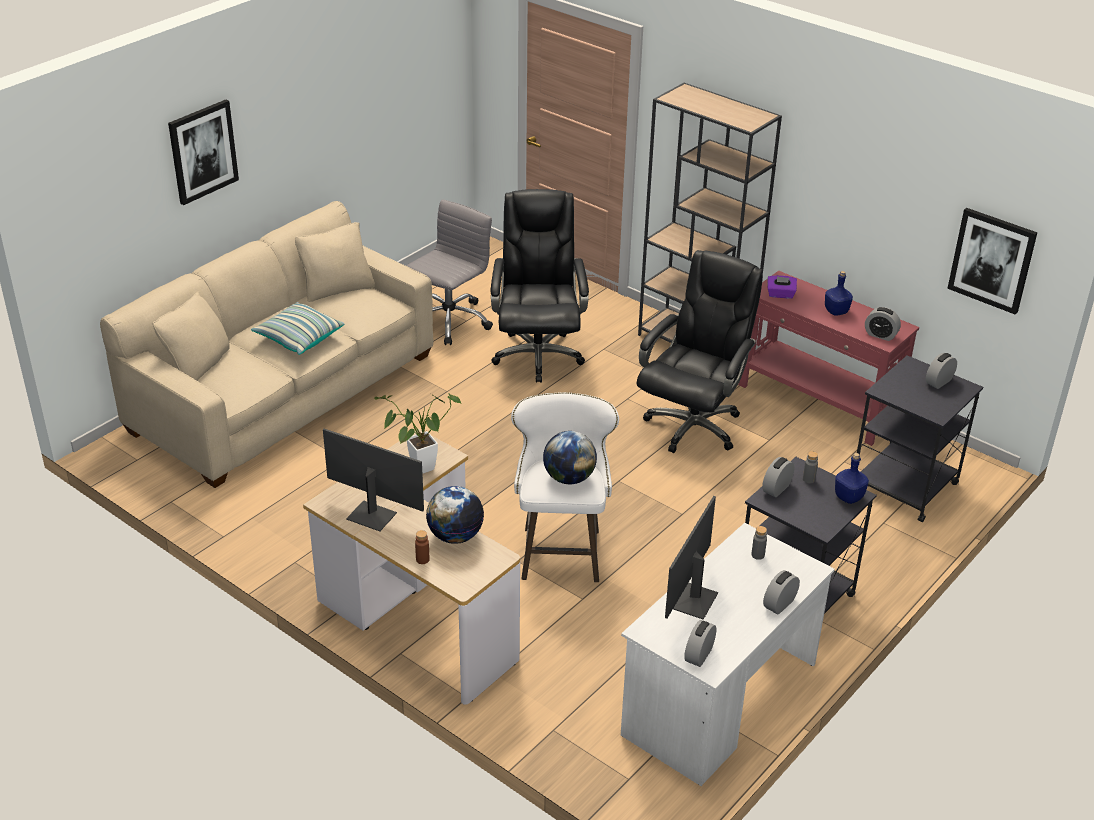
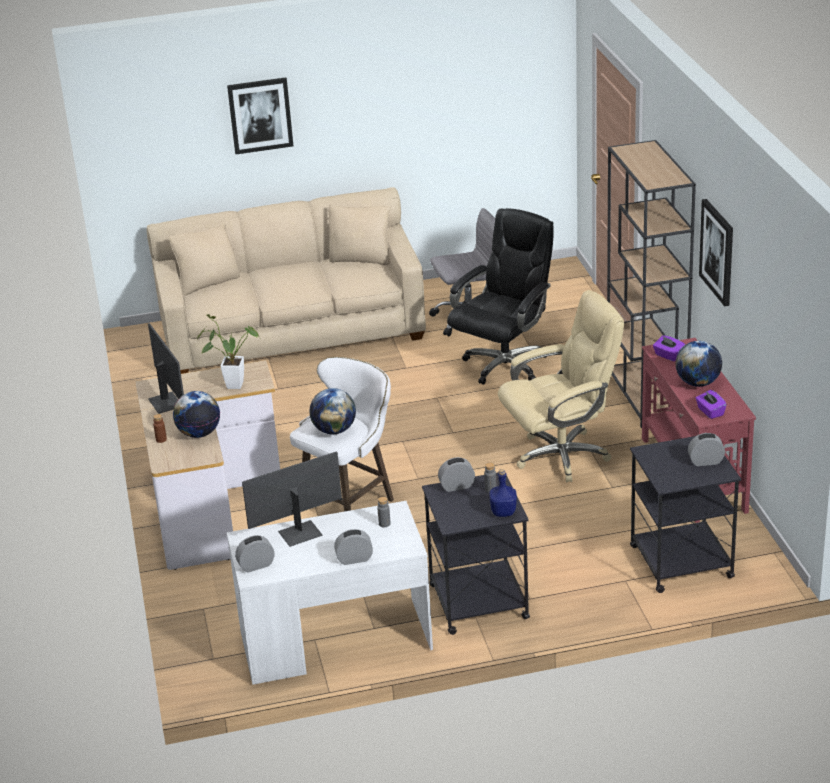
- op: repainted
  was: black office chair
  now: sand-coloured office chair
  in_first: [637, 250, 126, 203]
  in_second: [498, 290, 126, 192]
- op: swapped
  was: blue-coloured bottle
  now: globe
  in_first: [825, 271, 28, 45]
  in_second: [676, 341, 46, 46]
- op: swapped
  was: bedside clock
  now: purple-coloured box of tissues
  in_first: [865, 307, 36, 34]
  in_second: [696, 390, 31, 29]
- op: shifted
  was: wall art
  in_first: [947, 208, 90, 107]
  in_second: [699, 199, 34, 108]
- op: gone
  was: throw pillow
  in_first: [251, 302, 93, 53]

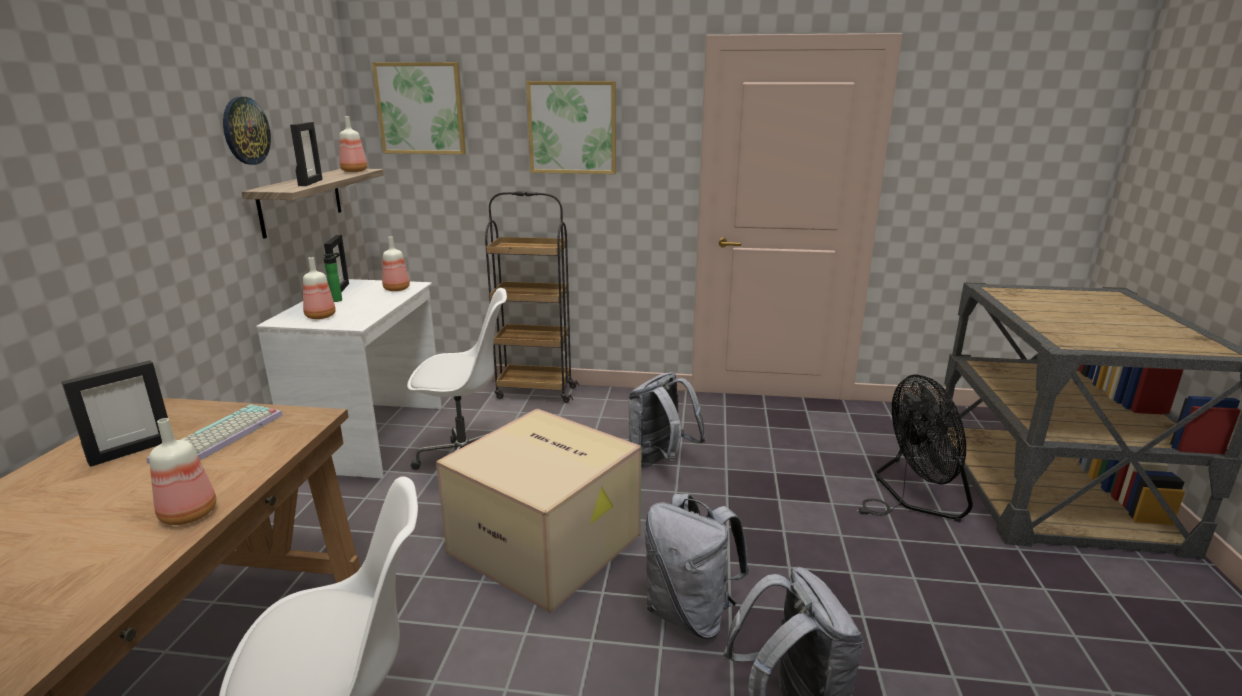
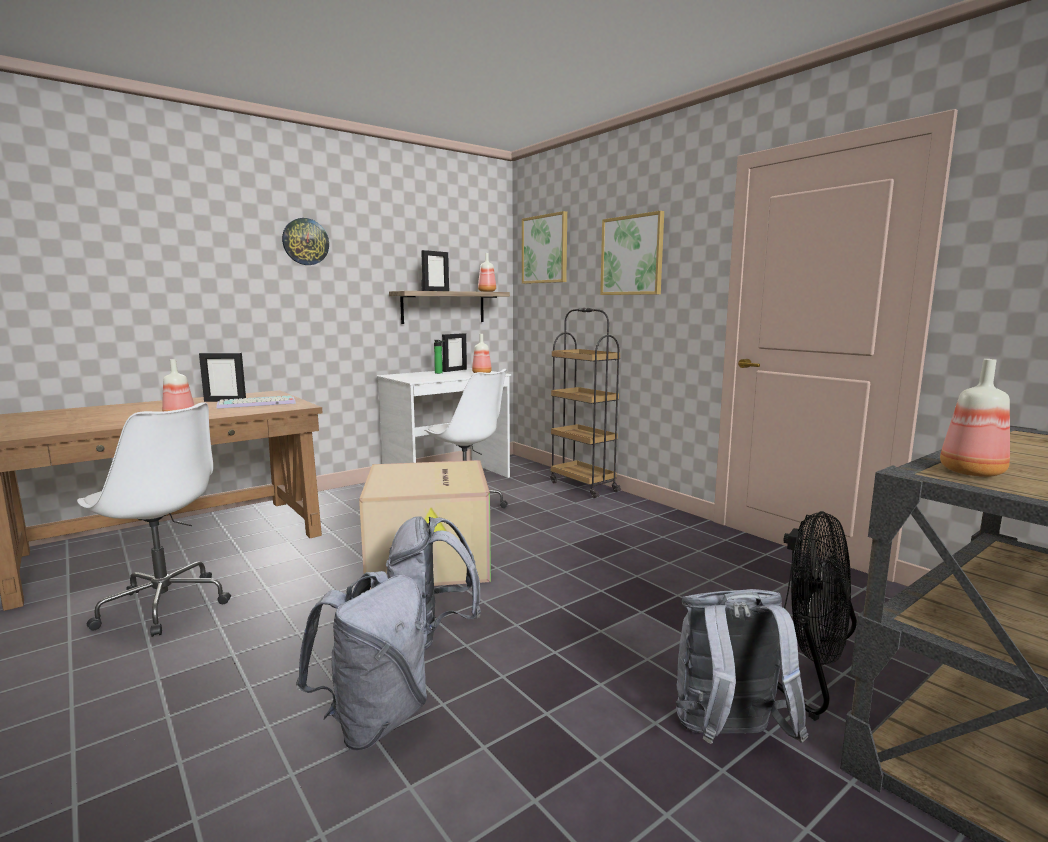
- op: shifted
  was: wall clock
  in_first: [223, 97, 48, 68]
  in_second: [282, 218, 47, 47]
- op: shifted
  was: grey backpack
  in_first: [629, 372, 77, 95]
  in_second: [676, 589, 132, 155]
- op: shifted
  was: bottle
  in_first: [303, 257, 33, 62]
  in_second: [940, 359, 70, 118]

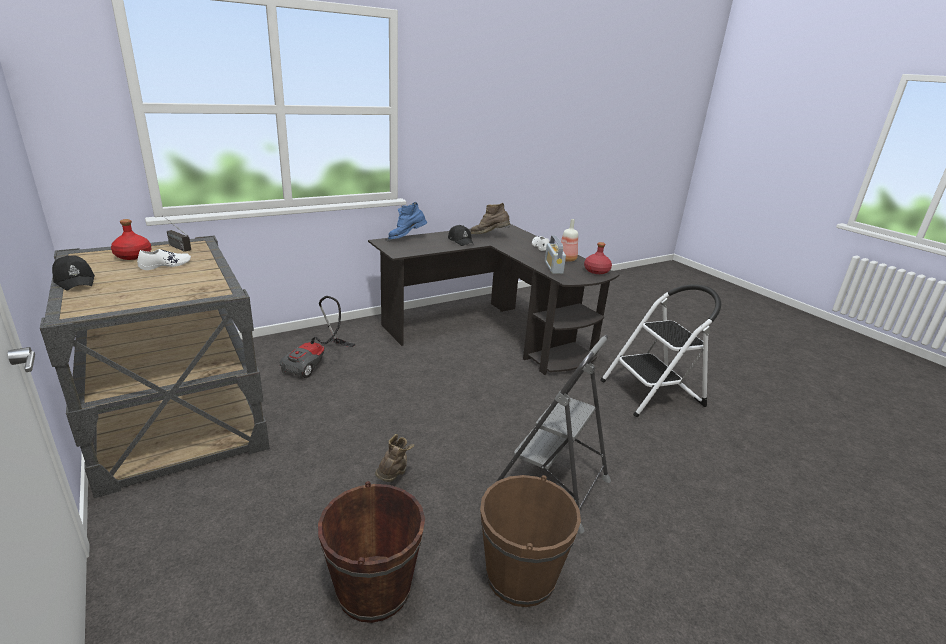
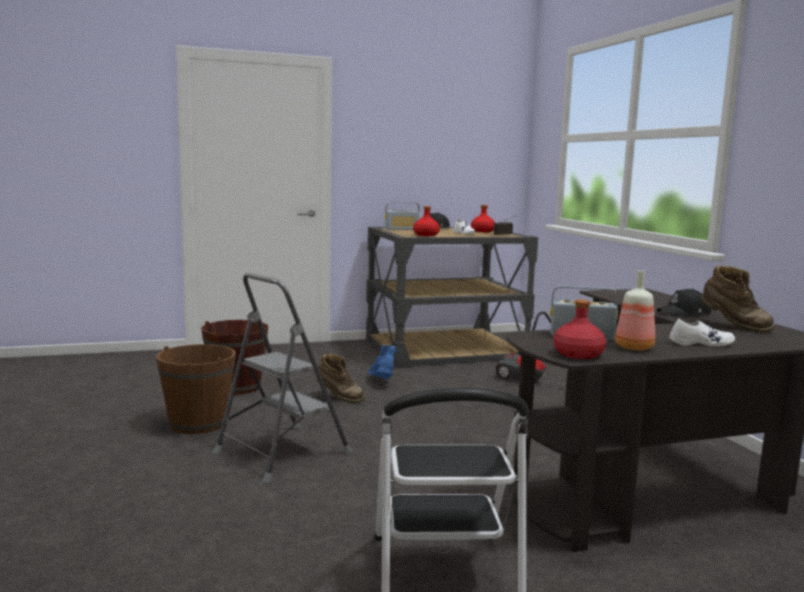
- op: shifted
  was: blue-coloured tall boot
  in_first: [388, 202, 39, 37]
  in_second: [368, 344, 30, 35]
- op: new
  now: radio receiver
  in_second: [385, 202, 35, 28]
- op: new
  now: red-coloured bottle
  in_second: [413, 206, 27, 30]
- op: rotated
  was: brown tall boot
  in_first: [471, 203, 39, 31]
  in_second: [701, 265, 74, 68]
  clockwise: 120

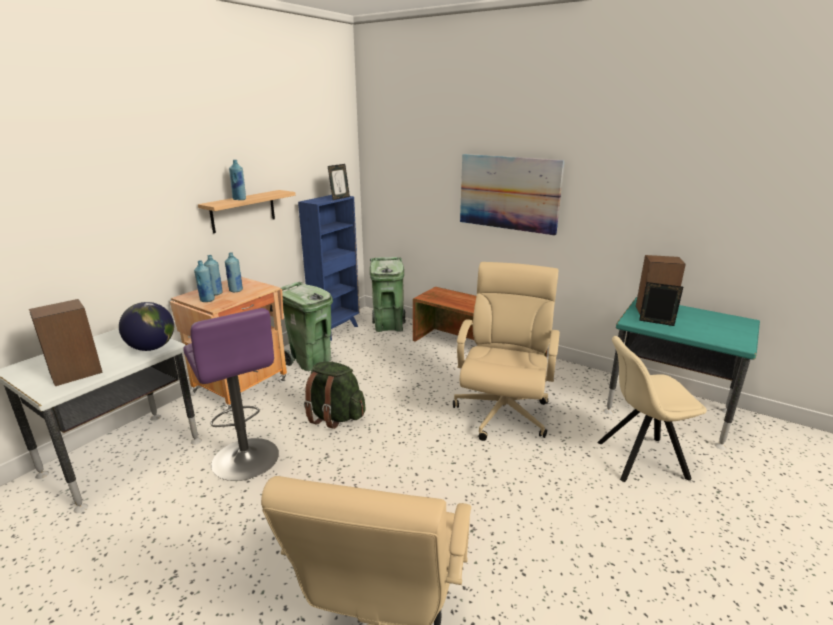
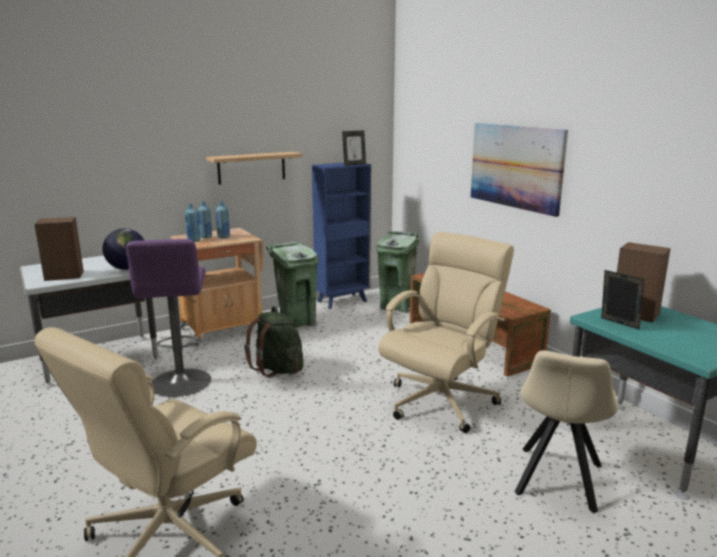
- op: rotated
  was: sand-coloured plain chair
  in_first: [597, 336, 110, 146]
  in_second: [514, 350, 104, 163]
  clockwise: -90
- op: gone
  was: blue-coloured bottle
  in_first: [229, 160, 17, 40]

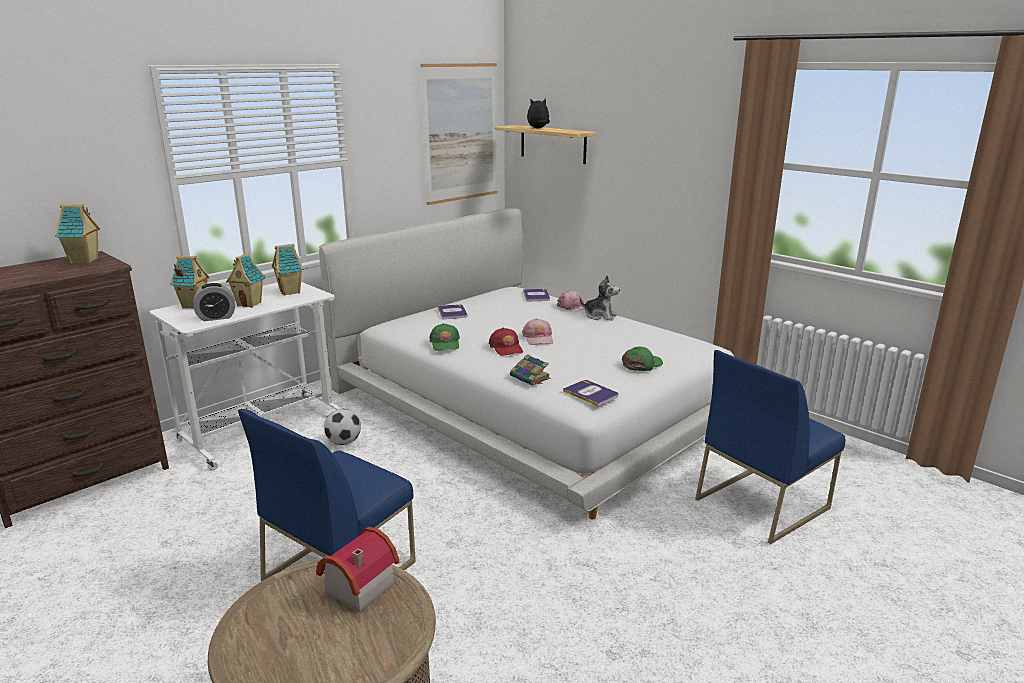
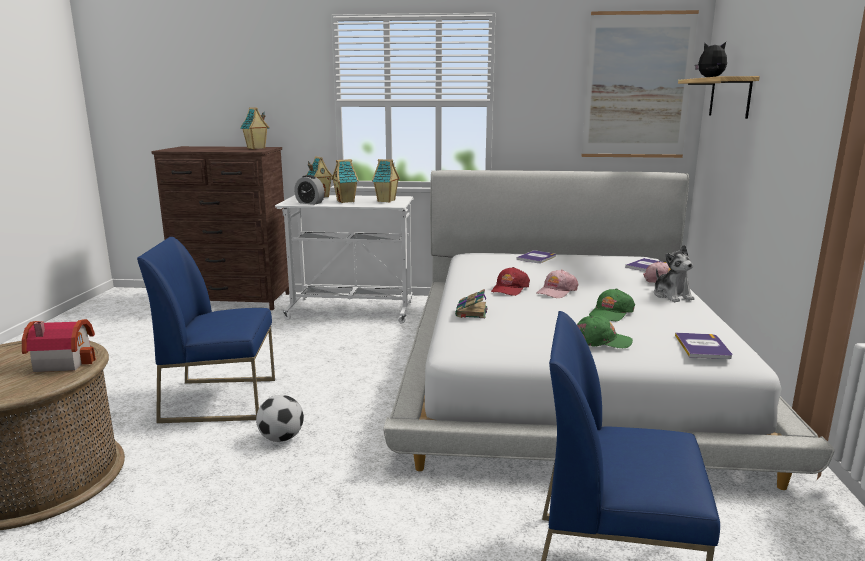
- op: shifted
  was: ball for football
  in_first: [324, 409, 37, 36]
  in_second: [256, 395, 48, 47]
- op: shifted
  was: green peaked cap
  in_first: [429, 323, 31, 27]
  in_second: [589, 288, 46, 33]
- op: shifted
  was: book
  in_first: [563, 380, 56, 26]
  in_second: [675, 333, 57, 26]

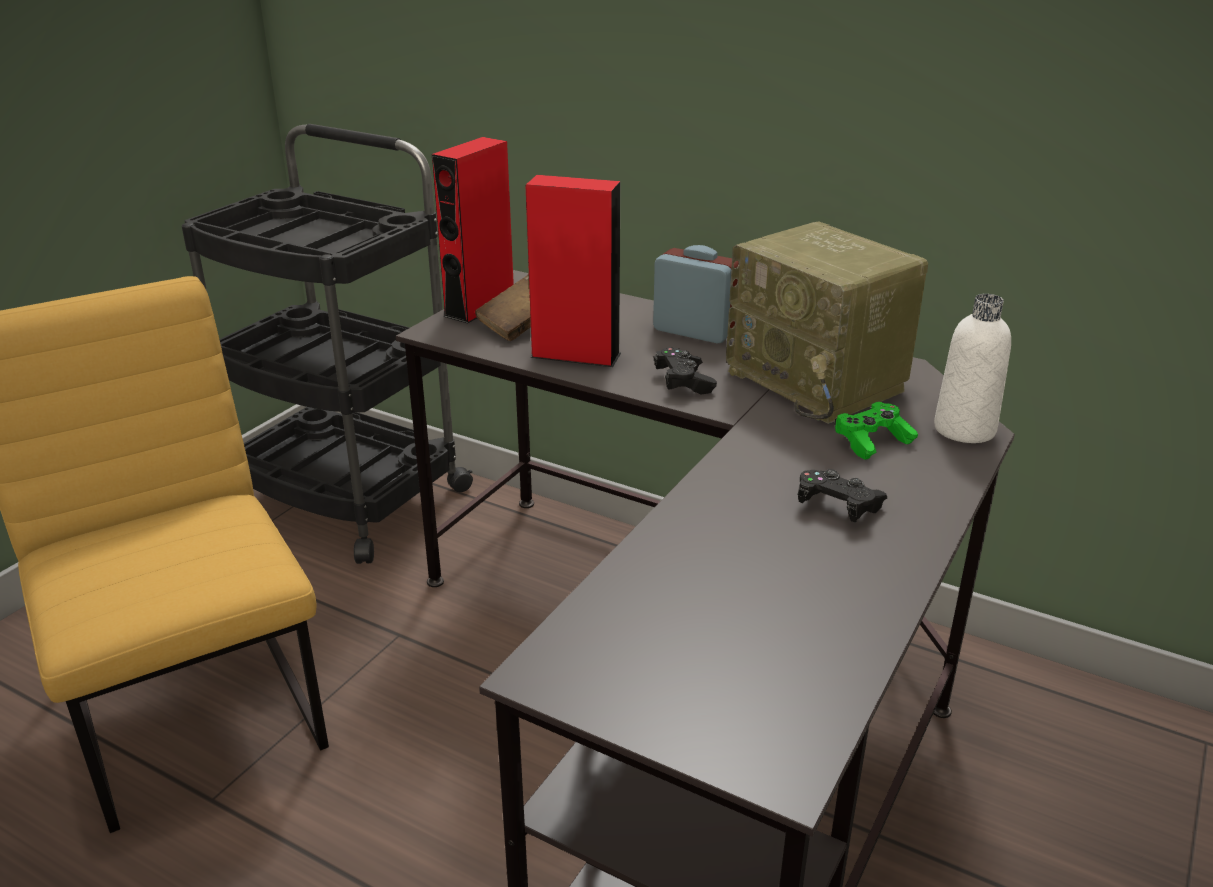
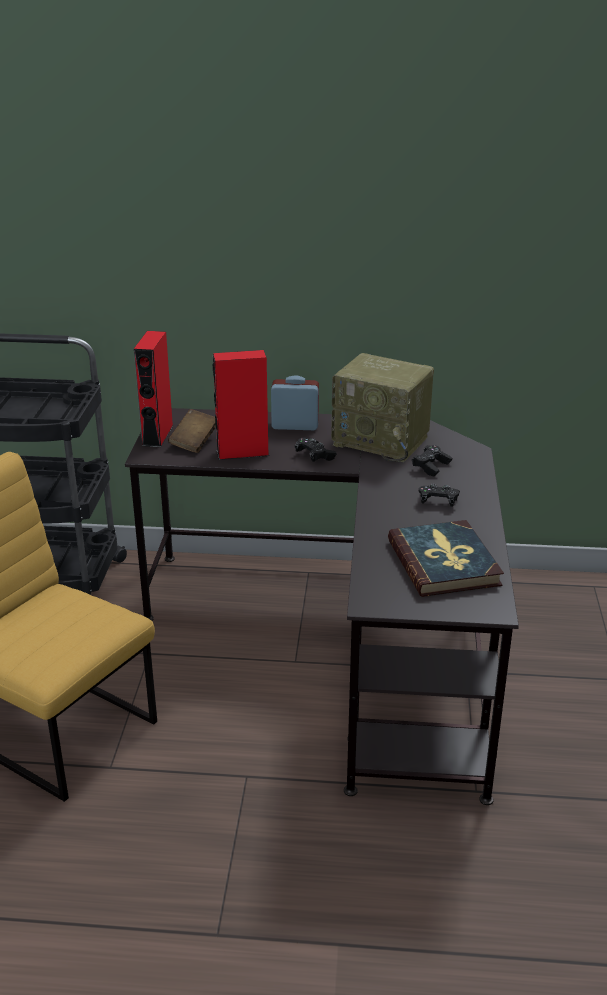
- op: new
  now: book
  in_second: [388, 520, 116, 77]
- op: repainted
  was: green game controller
  now: black game controller
  in_first: [834, 402, 84, 58]
  in_second: [412, 445, 40, 31]
- op: gone
  was: white-coloured bottle
  in_first: [934, 294, 77, 149]

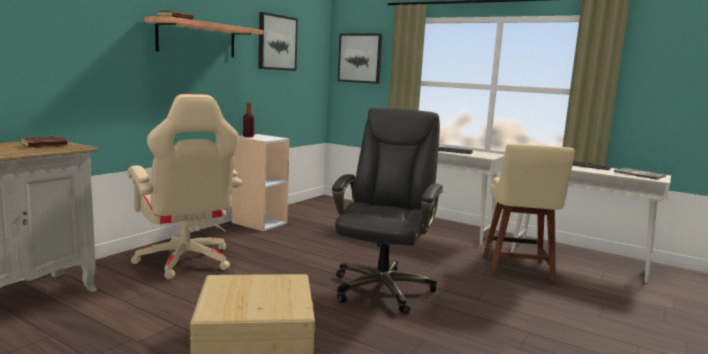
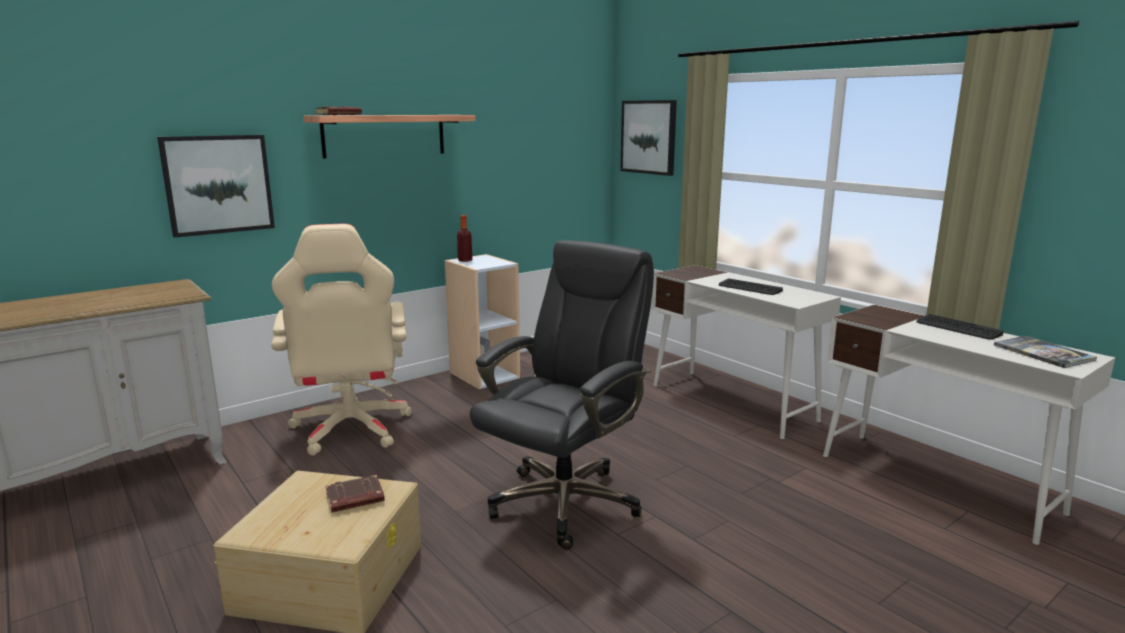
- op: shifted
  was: wall art
  in_first: [259, 12, 39, 59]
  in_second: [157, 135, 118, 103]
- op: shifted
  was: brown book
  in_first: [20, 136, 48, 11]
  in_second: [325, 475, 60, 38]
- op: gone
  was: sand-coloured stool
  in_first: [483, 144, 92, 139]

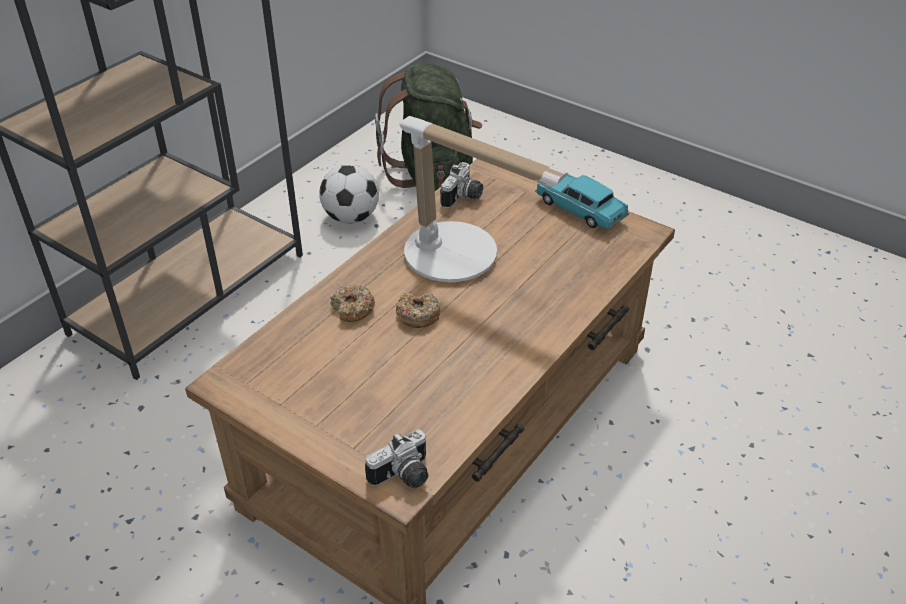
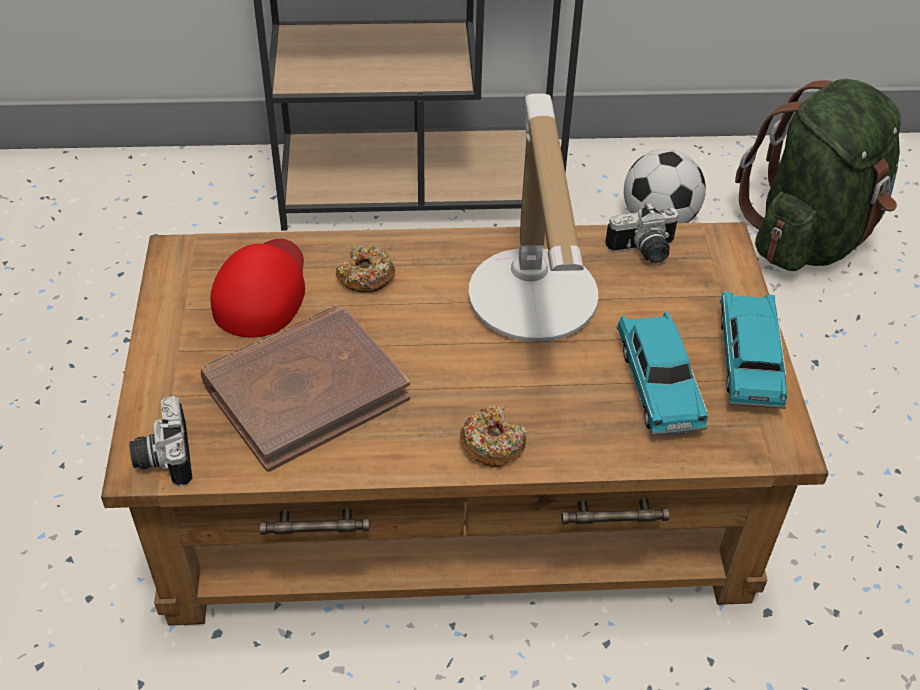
- op: rotated
  was: photo camera
  in_first: [365, 430, 63, 58]
  in_second: [129, 396, 64, 90]
  clockwise: 60
- op: new
  now: brown book
  in_second: [201, 305, 209, 167]
- op: new
  now: red-coloured peaked cap
  in_second: [210, 239, 95, 98]
- op: shifted
  was: doughnut
  in_first: [396, 292, 44, 36]
  in_second: [460, 405, 66, 62]
- op: new
  now: turquoise miniature car
  in_second: [617, 312, 91, 123]

